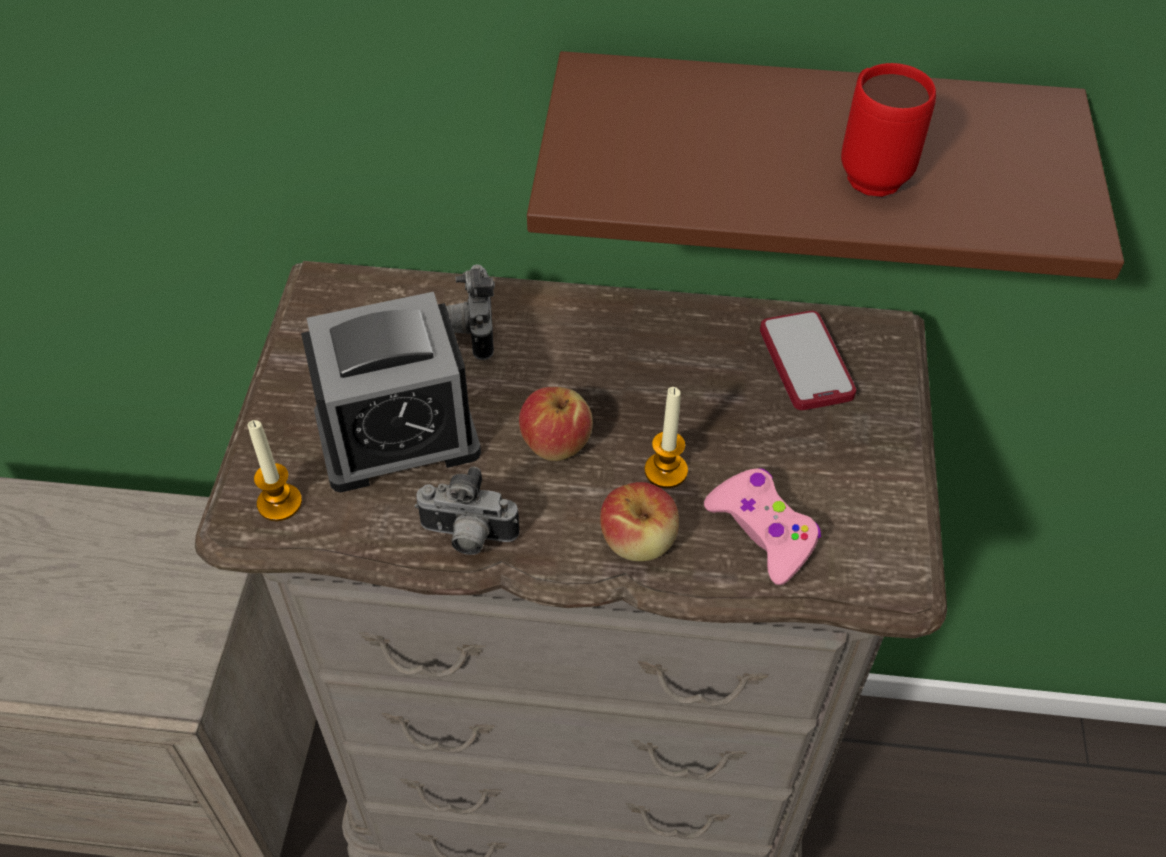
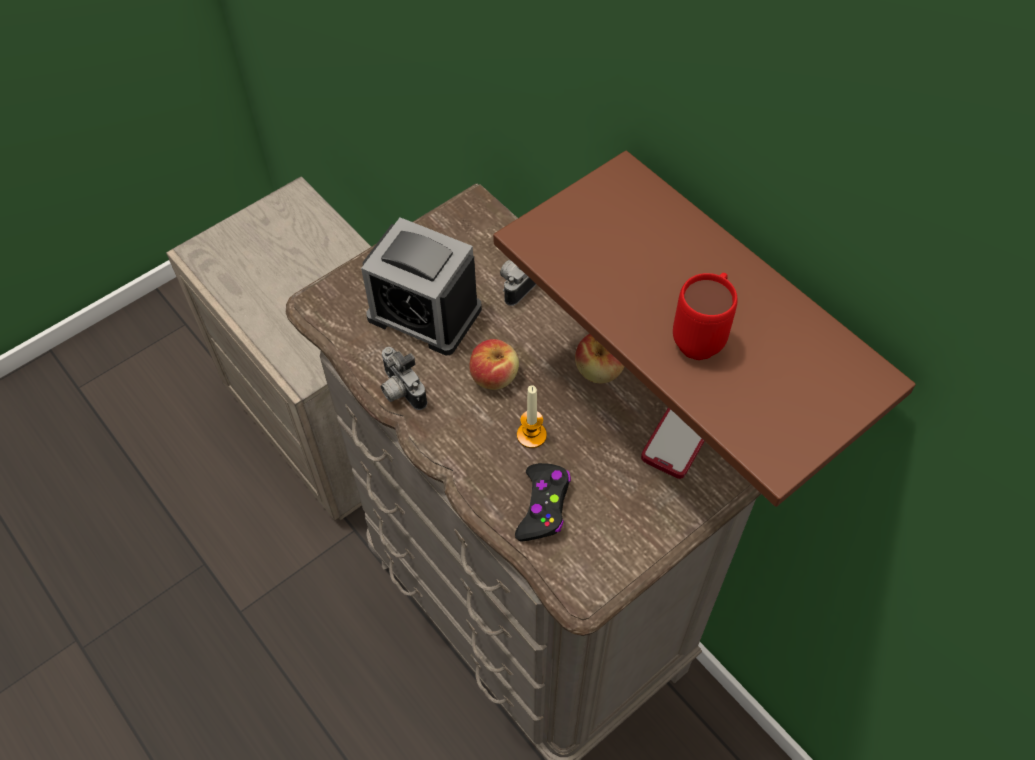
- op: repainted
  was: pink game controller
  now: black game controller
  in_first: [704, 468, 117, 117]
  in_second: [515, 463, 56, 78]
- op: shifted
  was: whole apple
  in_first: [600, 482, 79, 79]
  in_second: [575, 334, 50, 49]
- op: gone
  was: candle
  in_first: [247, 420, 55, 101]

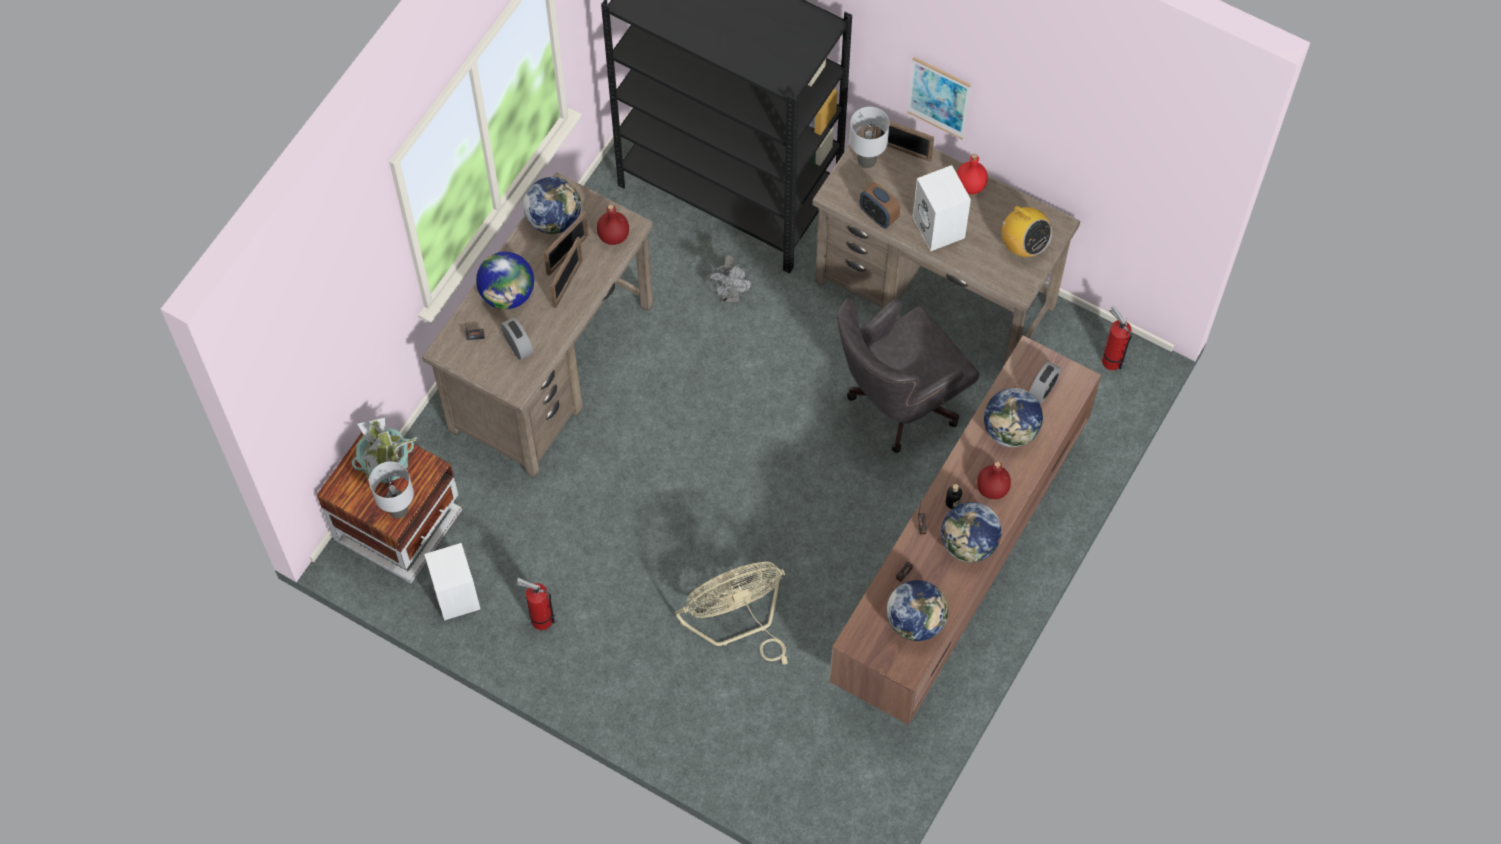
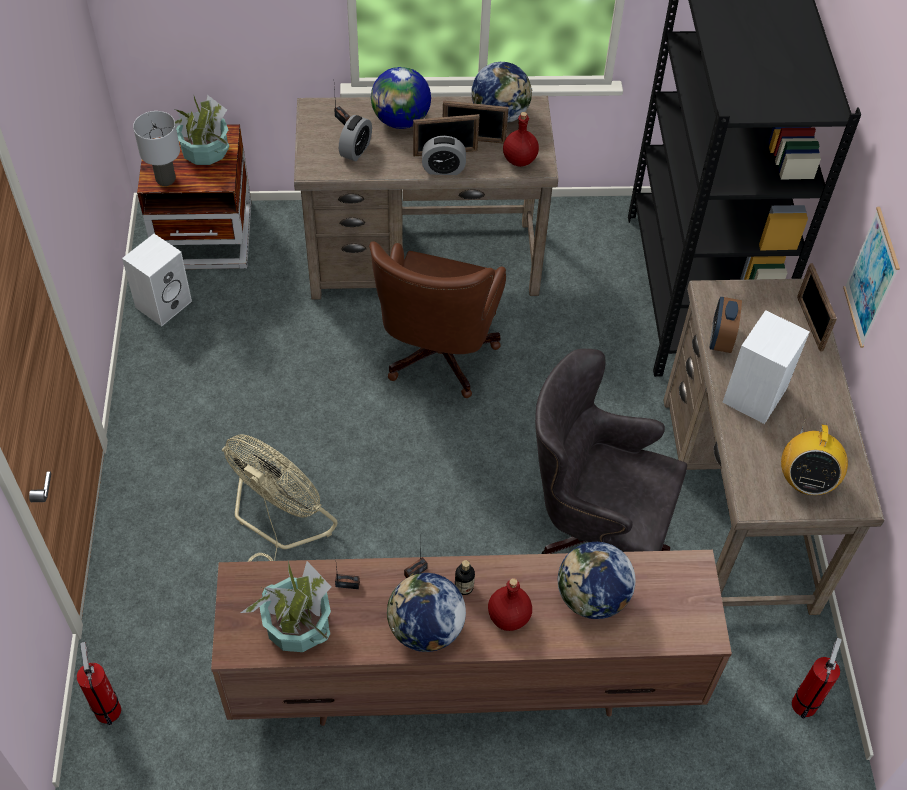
- op: shifted
  was: extinguisher
  in_first: [516, 578, 40, 52]
  in_second: [77, 642, 44, 83]
- op: swapped
  was: globe
  now: plant in a pot
  in_first: [887, 580, 61, 61]
  in_second: [240, 561, 91, 91]
- op: new
  now: brown office chair
  in_second: [369, 241, 137, 157]
- op: shifted
  was: bedside clock
  in_first: [1029, 361, 33, 43]
  in_second: [422, 136, 44, 39]
- op: gone
  was: grey electric fan
  in_first: [706, 255, 49, 47]
- op: gone
  was: white-coloured table lamp
  in_first: [849, 107, 40, 61]
- op: gone
  was: red-coloured bottle
  in_first: [956, 154, 32, 40]

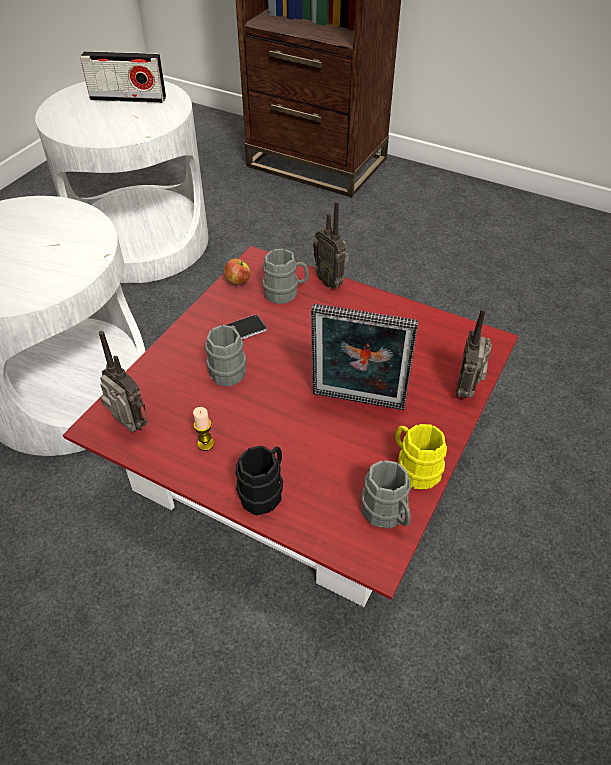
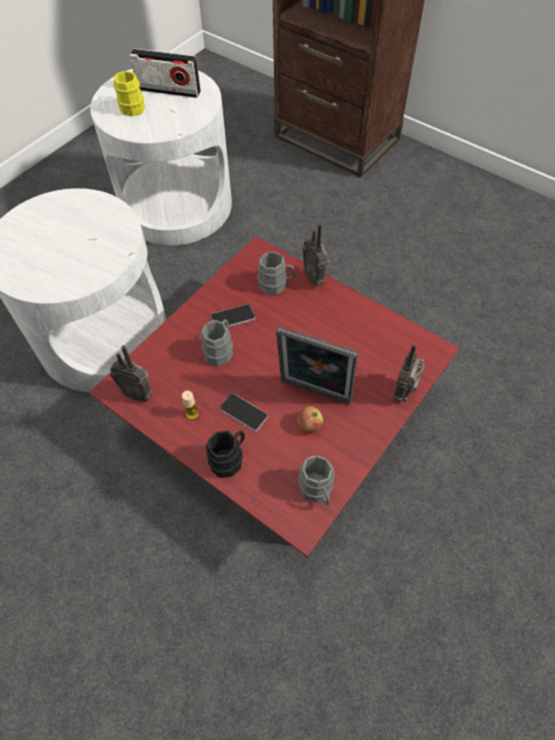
- op: rotated
  was: radio receiver
  in_first: [99, 331, 49, 101]
  in_second: [110, 345, 42, 57]
  clockwise: 150
- op: shifted
  was: yellowish mug
  in_first: [395, 424, 52, 65]
  in_second: [113, 71, 32, 45]
- op: new
  now: telephone
  in_second: [219, 393, 49, 38]
- op: shifted
  was: whole apple
  in_first: [224, 259, 27, 27]
  in_second: [297, 406, 26, 27]

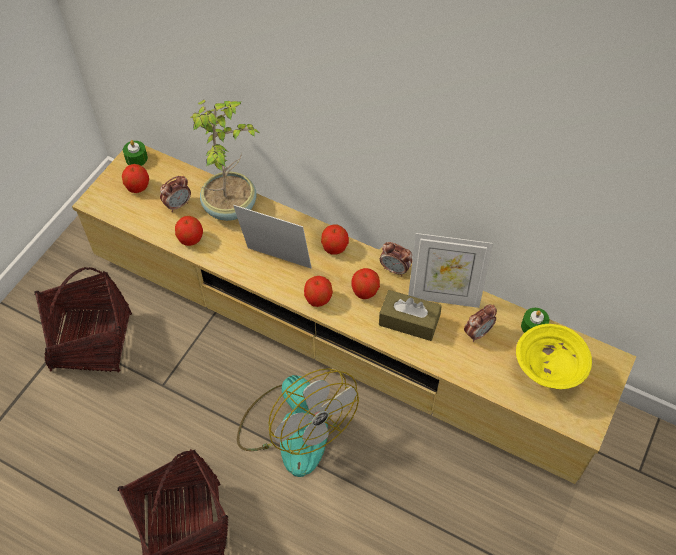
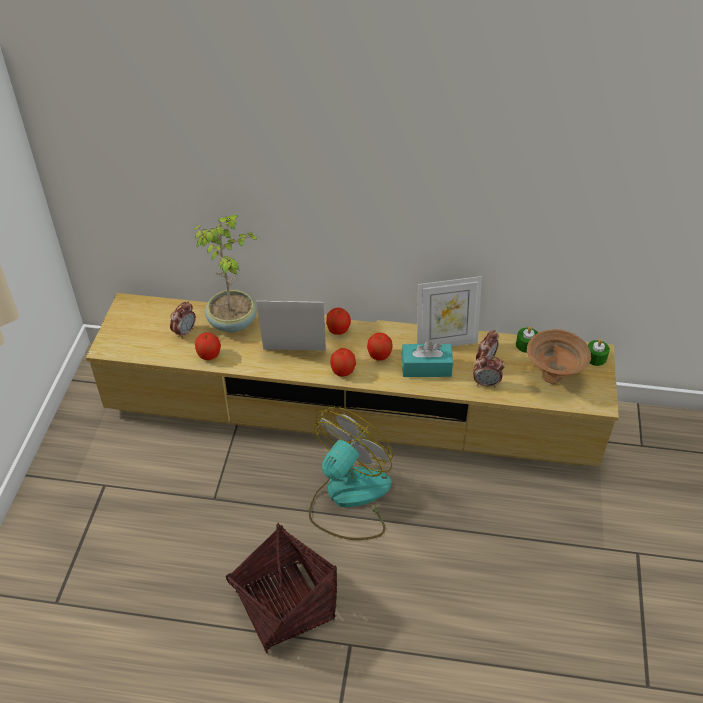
- op: rotated
  was: electric fan
  in_first: [237, 368, 122, 109]
  in_second: [309, 407, 84, 133]
  clockwise: -90
- op: repainted
  was: brown box of tissues
  now: turquoise box of tissues
  in_first: [379, 290, 63, 51]
  in_second: [402, 340, 51, 37]
- op: shifted
  was: bedside clock
  in_first: [380, 242, 32, 34]
  in_second: [473, 356, 32, 31]
- op: repainted
  was: yellowish deep dish
  now: brown deep dish
  in_first: [516, 324, 76, 65]
  in_second: [527, 329, 64, 55]
- op: shifted
  was: green candle
  in_first: [123, 140, 25, 26]
  in_second: [588, 339, 22, 27]
- op: gone
  was: household basket
  in_first: [34, 267, 98, 105]
- op: gone
  was: whole apple
  in_first: [122, 164, 27, 29]

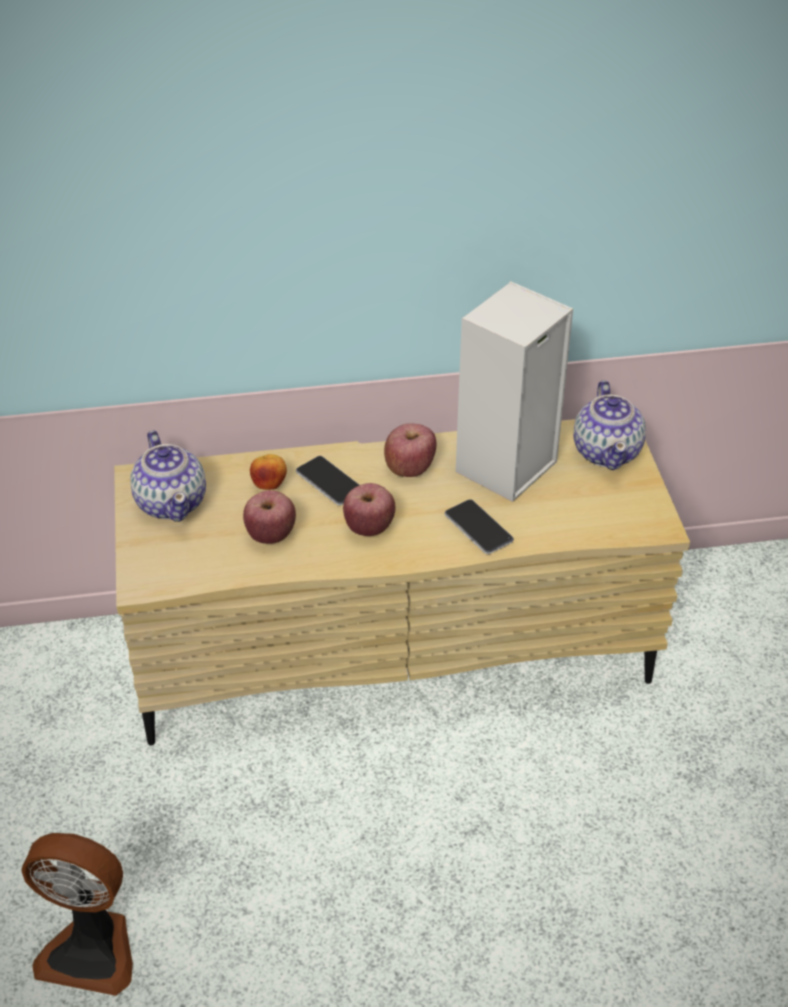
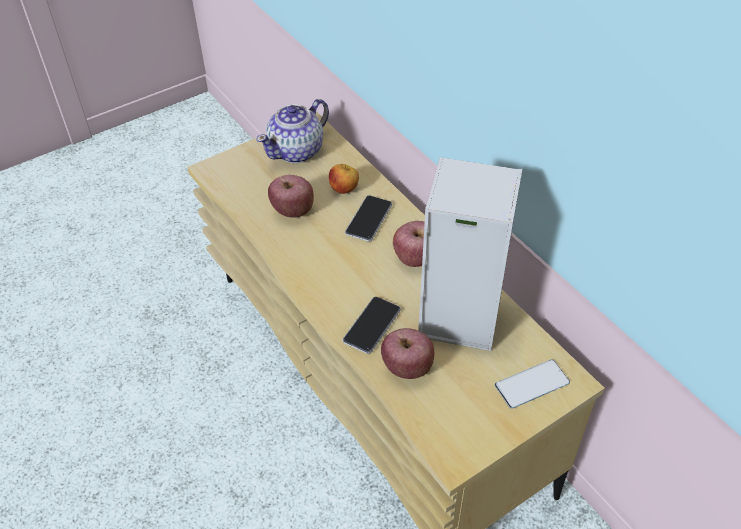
- op: shifted
  was: whole apple
  in_first: [343, 483, 52, 53]
  in_second: [381, 328, 53, 51]
- op: swapped
  was: pot for tea
  now: telephone
  in_first: [573, 380, 73, 90]
  in_second: [495, 359, 75, 50]
- op: gone
  was: electric fan
  in_first: [21, 833, 112, 163]

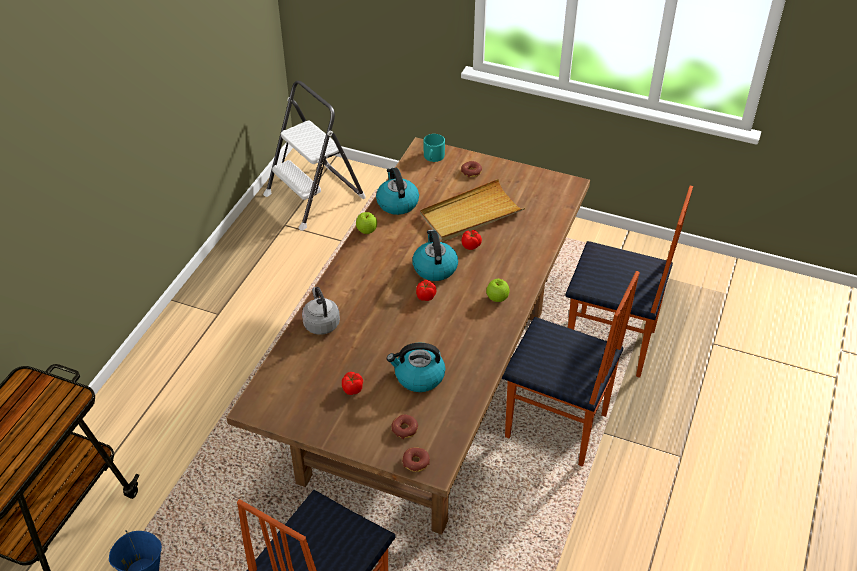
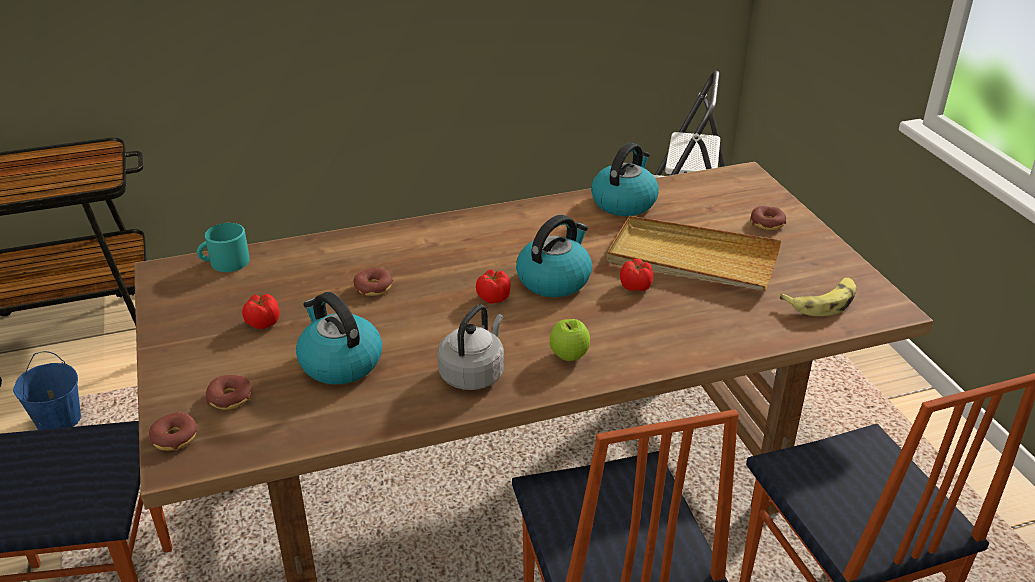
- op: shifted
  was: turquoise mug
  in_first: [424, 134, 21, 28]
  in_second: [197, 223, 53, 49]
- op: new
  now: doughnut
  in_second: [354, 268, 39, 28]
- op: shifted
  was: grey water kettle
  in_first: [302, 287, 38, 48]
  in_second: [437, 304, 67, 86]
- op: new
  now: banana fruit
  in_second: [780, 278, 76, 38]
- op: gone
  was: whole apple
  in_first: [356, 212, 21, 22]

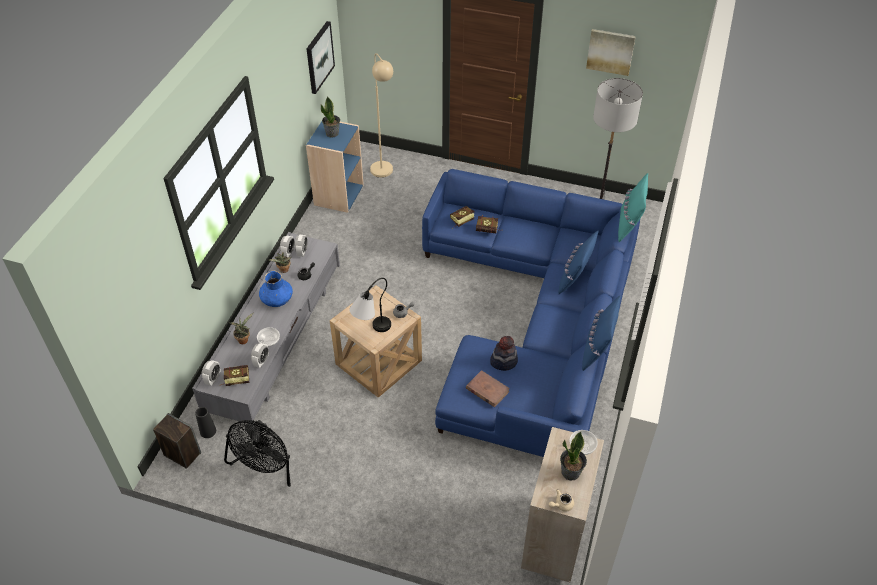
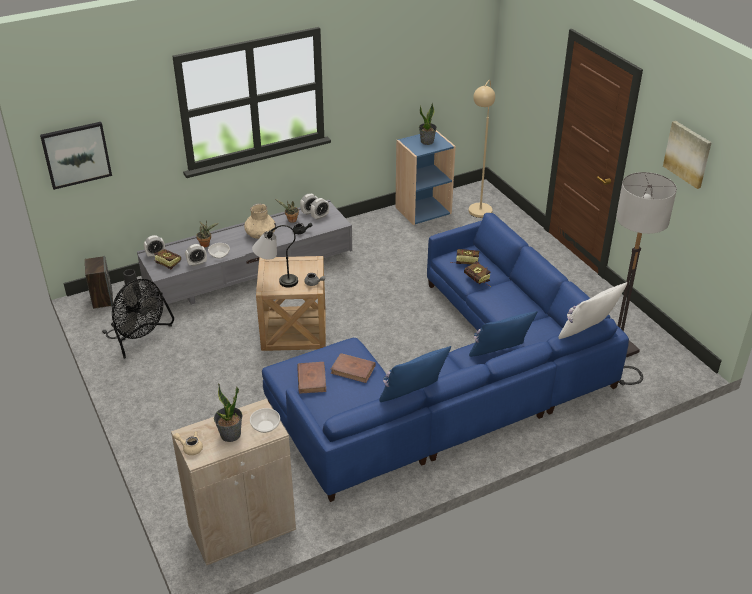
- op: shifted
  was: wall art
  in_first: [307, 21, 28, 73]
  in_second: [40, 122, 72, 68]
- op: rotated
  was: black electric fan
  in_first: [224, 420, 67, 67]
  in_second: [102, 279, 72, 80]
  clockwise: -120
- op: repainted
  was: blue-coloured decorative vase
  now: sand-coloured decorative vase
  in_first: [259, 271, 34, 36]
  in_second: [244, 204, 32, 35]
- op: swapped
  was: hat
  now: brown book
  in_first: [490, 336, 28, 35]
  in_second: [331, 353, 44, 30]
- op: repainted
  was: turquoise throw pillow
  now: white-coloured throw pillow
  in_first: [618, 173, 30, 69]
  in_second: [559, 282, 68, 57]

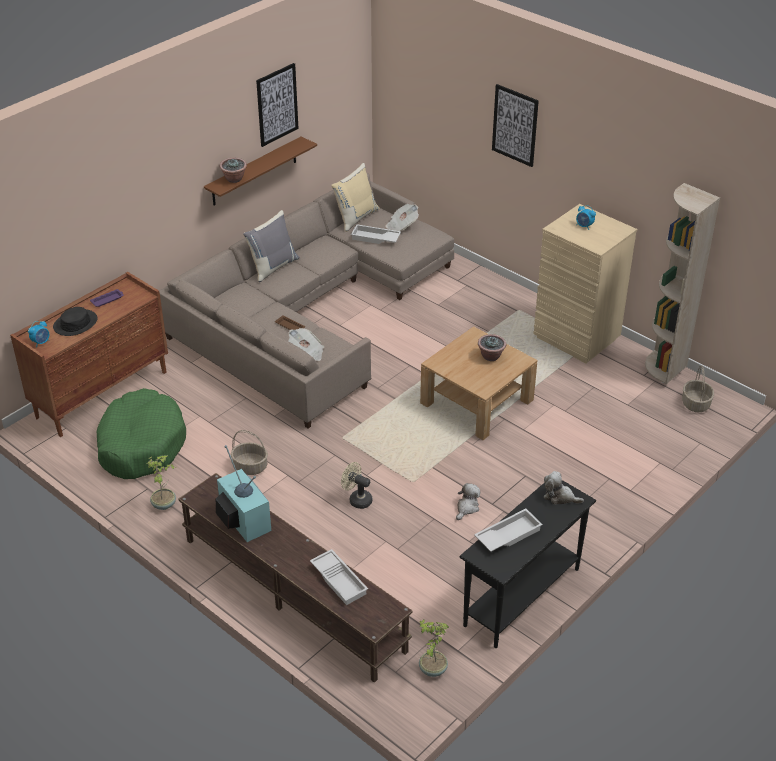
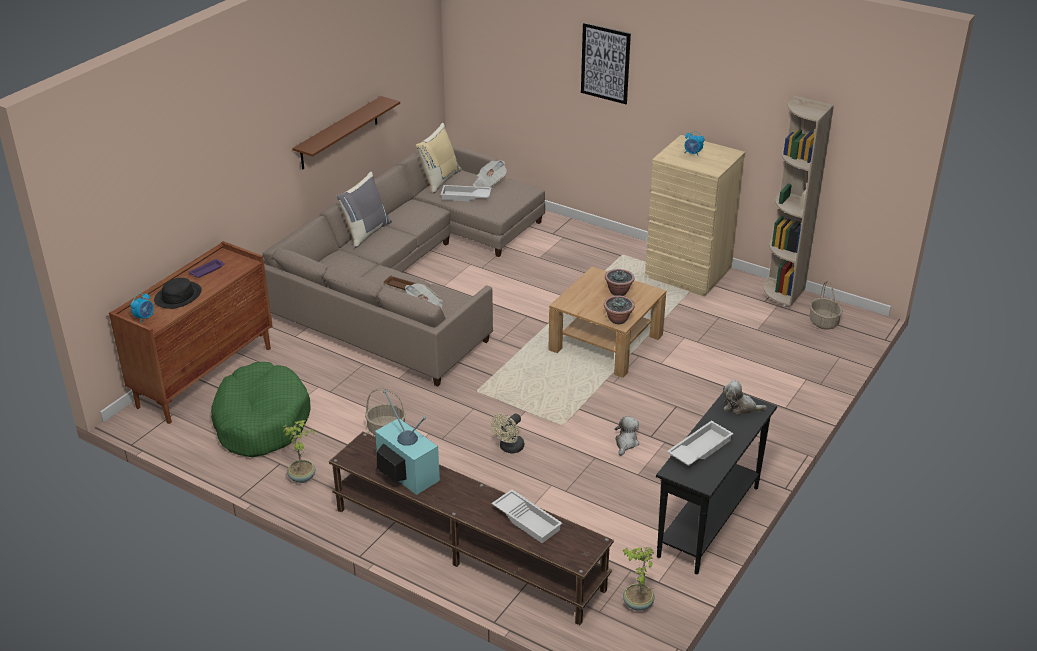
- op: rotated
  was: sand-coloured electric fan
  in_first: [341, 462, 32, 47]
  in_second: [491, 413, 33, 41]
  clockwise: -75
- op: shifted
  was: plant in a pot
  in_first: [220, 158, 27, 25]
  in_second: [604, 296, 31, 28]
- op: gone
  was: wall art
  in_first: [256, 63, 43, 84]

